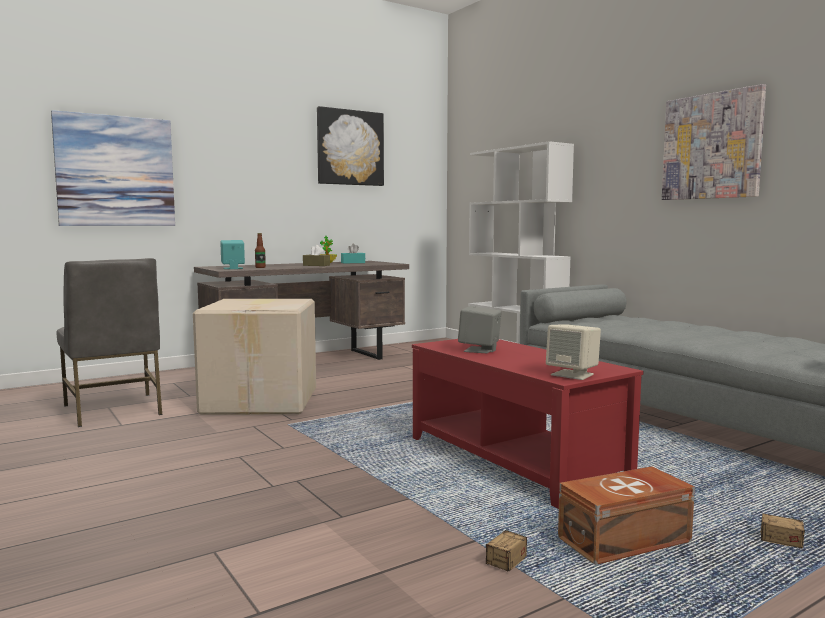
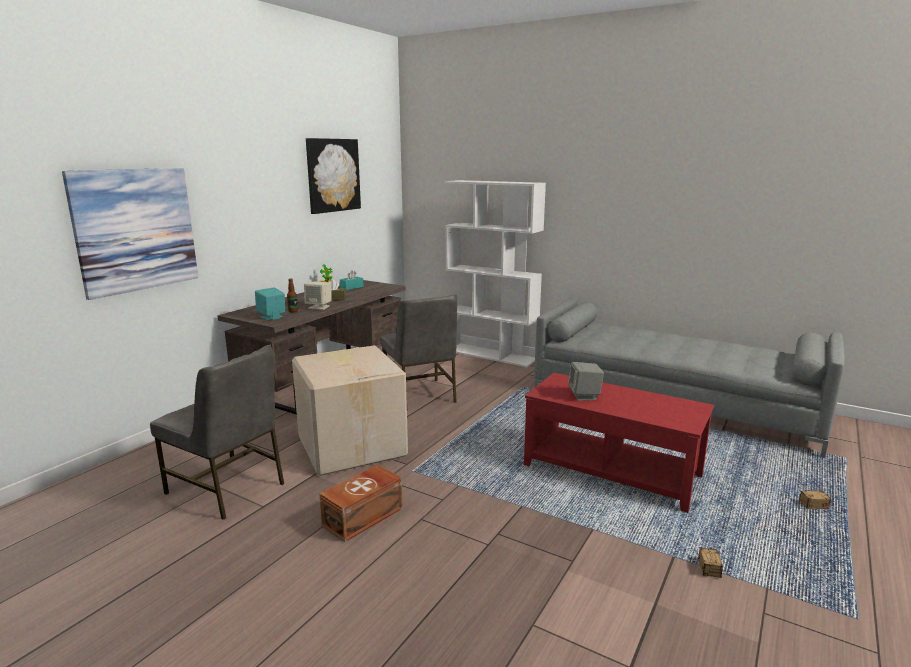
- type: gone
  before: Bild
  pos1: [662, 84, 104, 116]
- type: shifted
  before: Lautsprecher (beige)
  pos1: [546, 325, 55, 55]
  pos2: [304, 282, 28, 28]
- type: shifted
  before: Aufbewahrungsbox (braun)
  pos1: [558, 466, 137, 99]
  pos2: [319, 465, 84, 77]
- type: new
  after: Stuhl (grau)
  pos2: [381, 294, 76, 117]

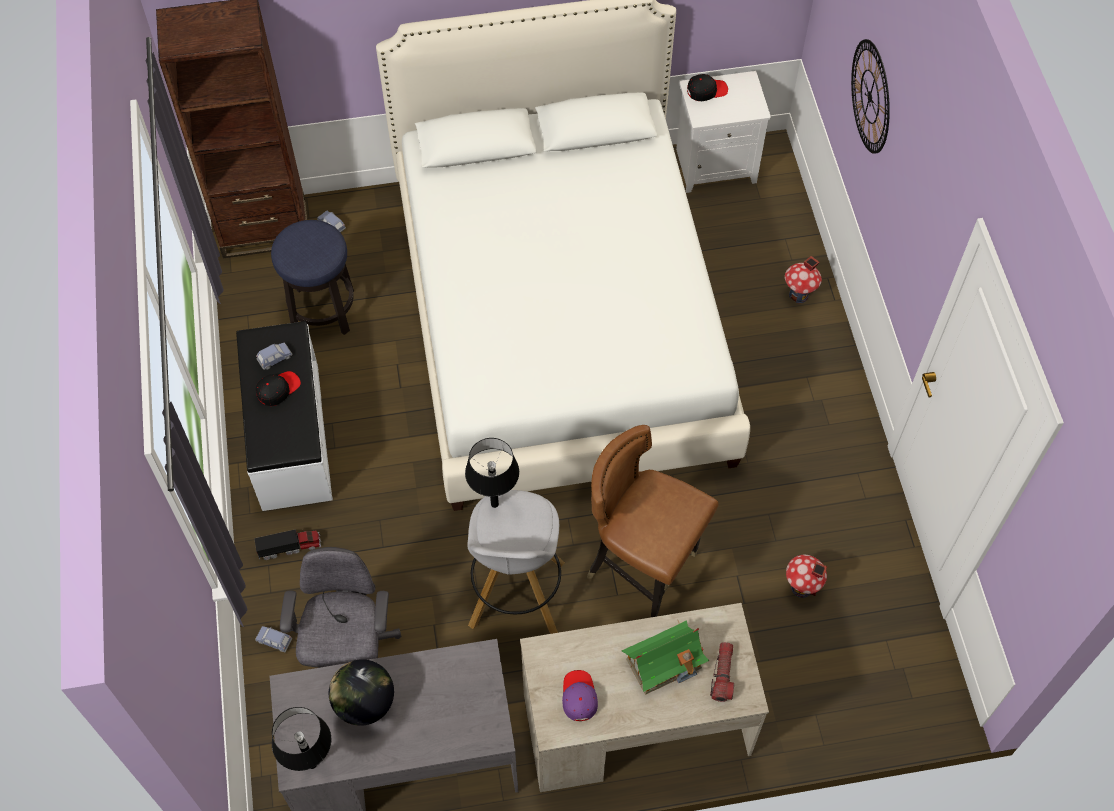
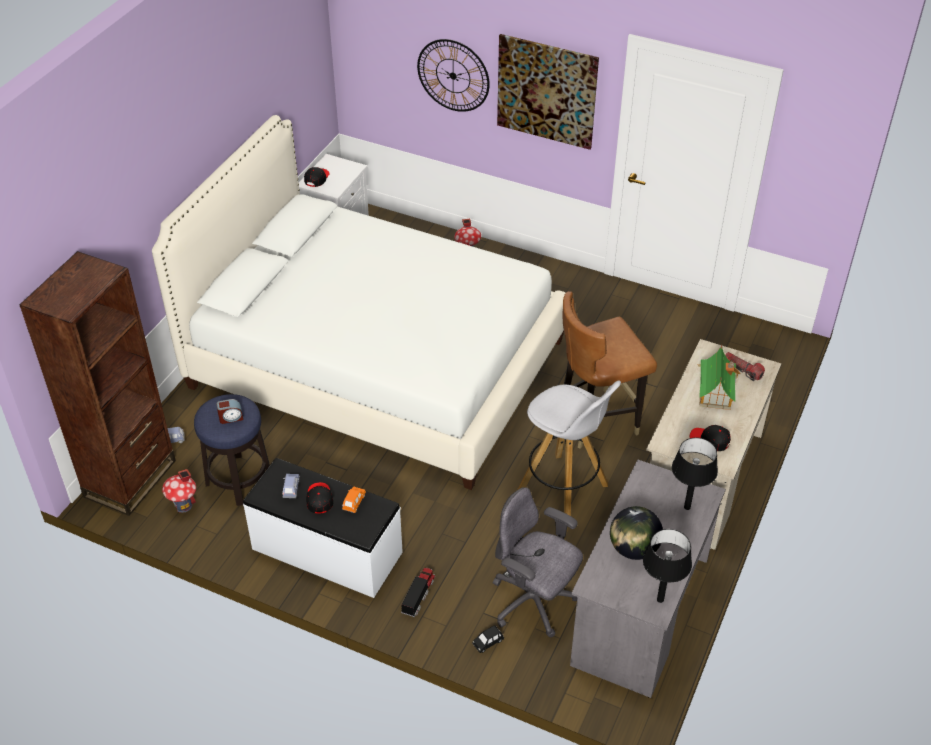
- type: shifted
  before: Tischlampe (schwarz)
  pos1: [465, 438, 54, 70]
  pos2: [672, 437, 46, 73]
- type: shifted
  before: Spielzeughaus
  pos1: [786, 555, 41, 43]
  pos2: [162, 469, 34, 44]
- type: repainted
  before: Spielzeugauto (blau)
  after: Spielzeugauto (schwarz)
  pos1: [255, 626, 37, 26]
  pos2: [472, 625, 32, 28]
- type: repainted
  before: Kappe (lila)
  after: Kappe (schwarz)
  pos1: [562, 670, 36, 51]
  pos2: [690, 425, 41, 26]
- type: new
  after: Bild
  pos2: [497, 34, 102, 116]
- type: new
  after: Wecker
  pos2: [216, 399, 27, 25]
- type: new
  after: Spielzeugauto (orange)
  pos2: [342, 487, 24, 26]

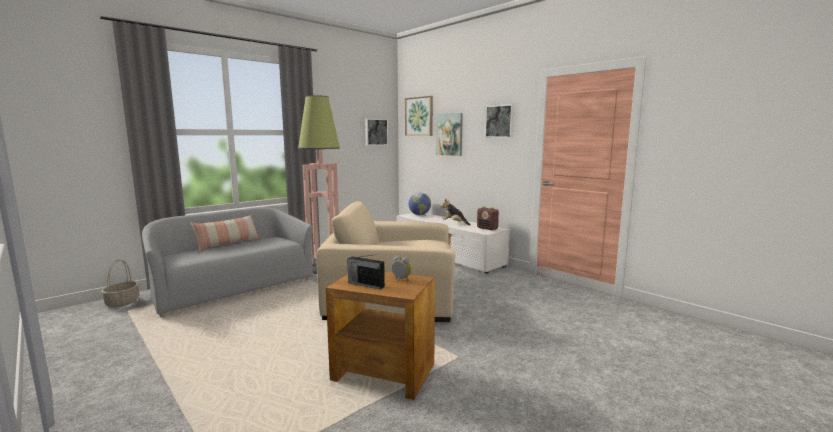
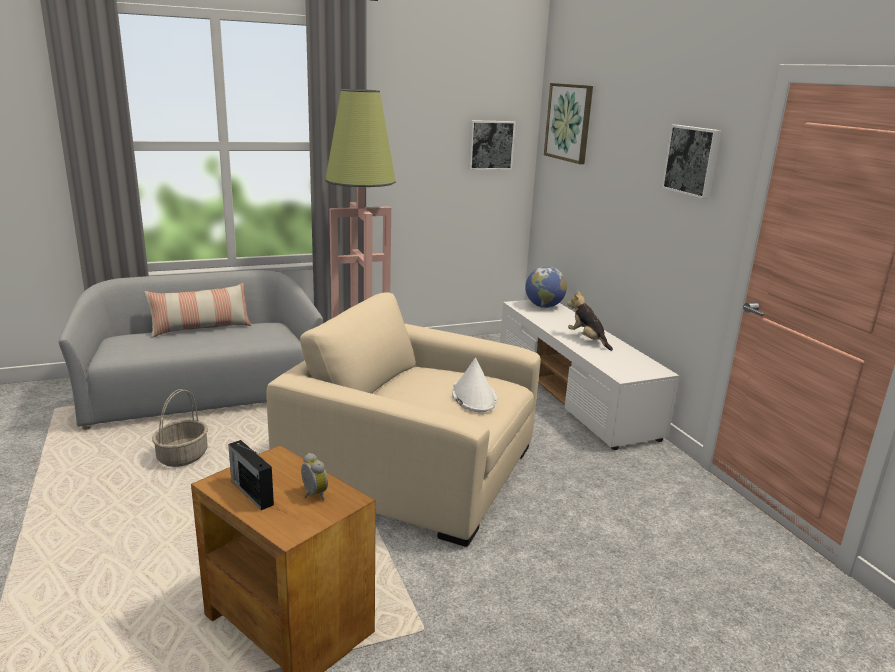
- type: gone
  before: Bild
  pos1: [436, 113, 27, 43]
- type: gone
  before: Radio
  pos1: [477, 206, 22, 24]
- type: shifted
  before: Korb
  pos1: [101, 260, 38, 47]
  pos2: [152, 389, 56, 78]
- type: new
  after: Hut (weiß)
  pos2: [452, 358, 45, 54]

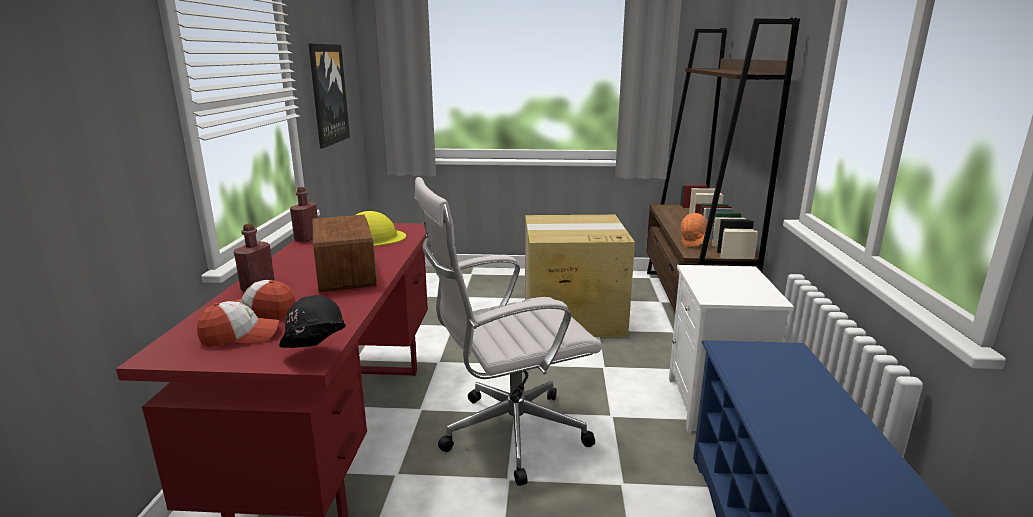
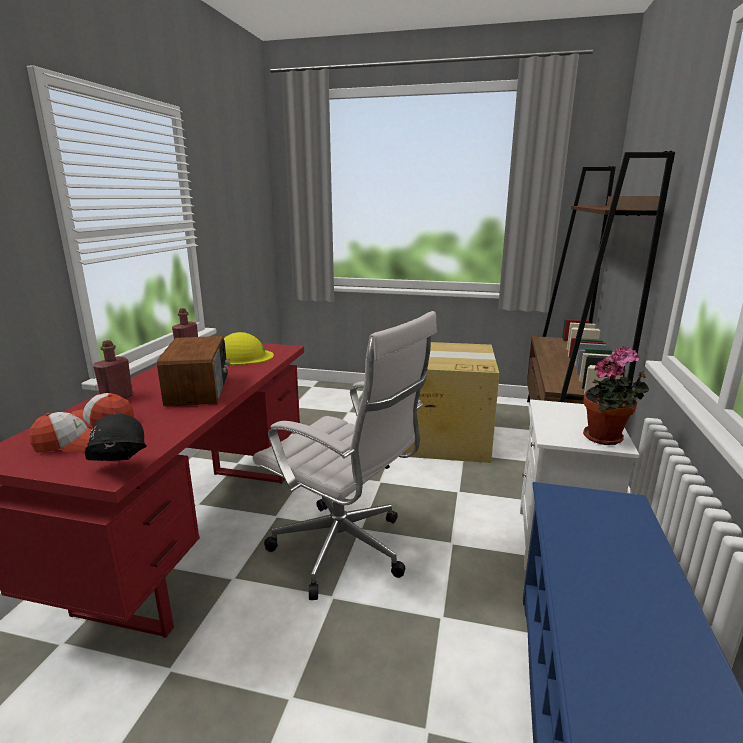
- type: gone
  before: Bild
  pos1: [308, 44, 42, 105]
- type: rotated
  before: Bürostuhl (weiß)
  pos1: [414, 177, 188, 309]
  pos2: [253, 311, 184, 289]
  turn: -135
- type: gone
  before: Schutzhelm (orange)
  pos1: [681, 213, 27, 34]
- type: new
  after: Topfpflanze
  pos2: [583, 346, 66, 99]

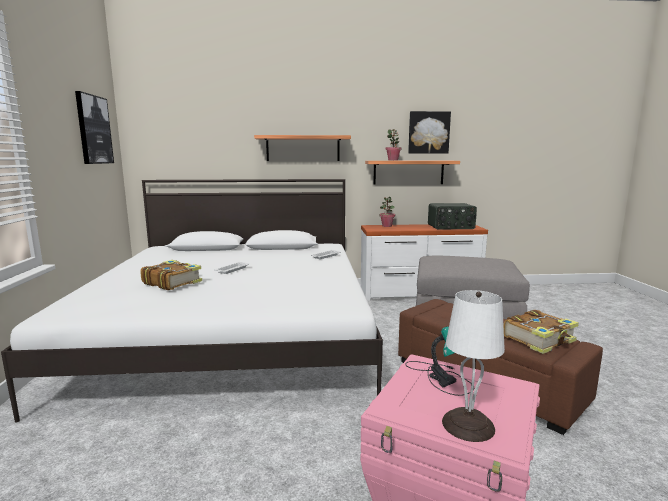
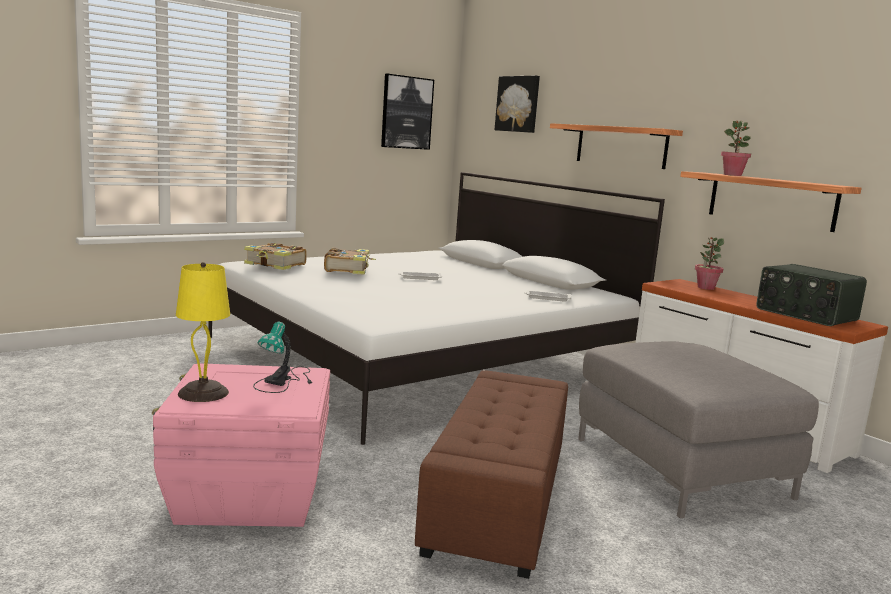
- type: shifted
  before: Bild
  pos1: [408, 111, 43, 43]
  pos2: [495, 76, 45, 57]
- type: repainted
  before: Tischlampe (weiß)
  after: Tischlampe (gelb)
  pos1: [442, 290, 63, 152]
  pos2: [176, 262, 54, 140]
- type: shifted
  before: Buch
  pos1: [503, 310, 76, 44]
  pos2: [244, 243, 63, 27]

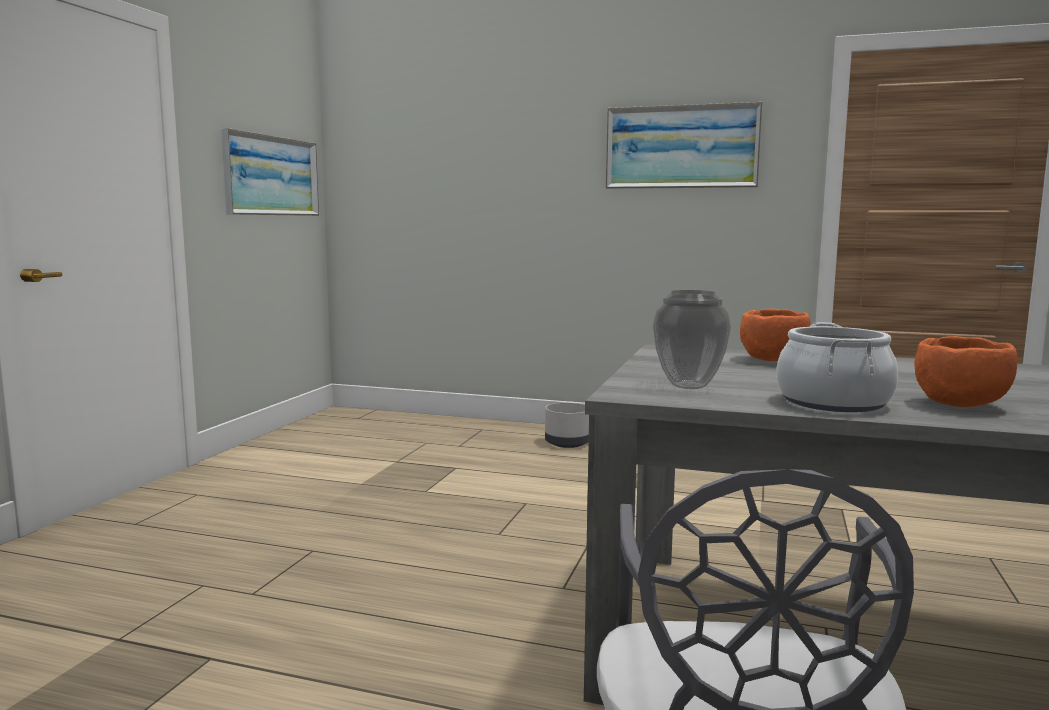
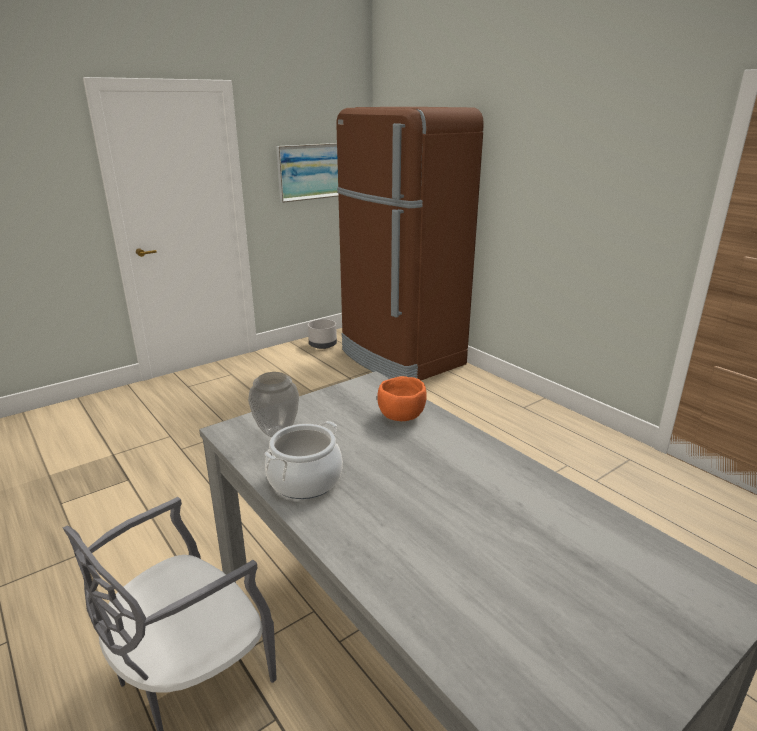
- type: gone
  before: Bild
  pos1: [606, 102, 157, 87]
- type: gone
  before: Schüssel (orange)
  pos1: [914, 336, 103, 71]
- type: shifted
  before: Pflanzkübel (grau)
  pos1: [545, 403, 44, 45]
  pos2: [308, 319, 29, 30]
- type: new
  after: Kühlschrank (braun)
  pos2: [336, 107, 148, 273]

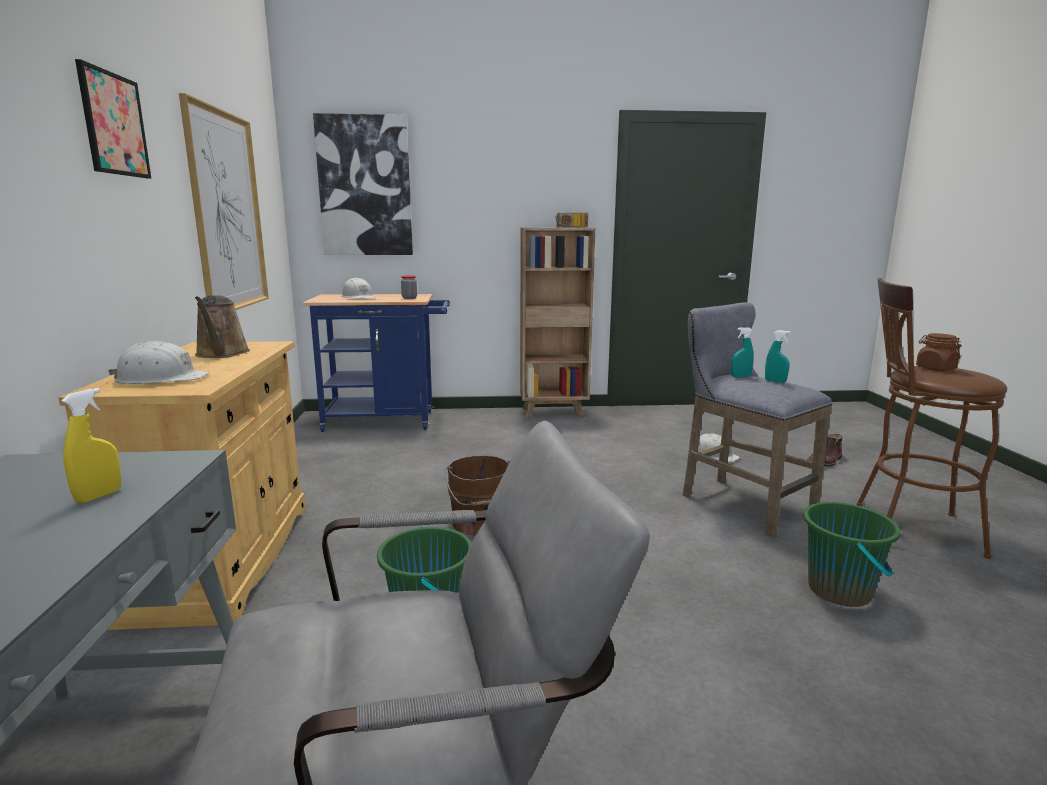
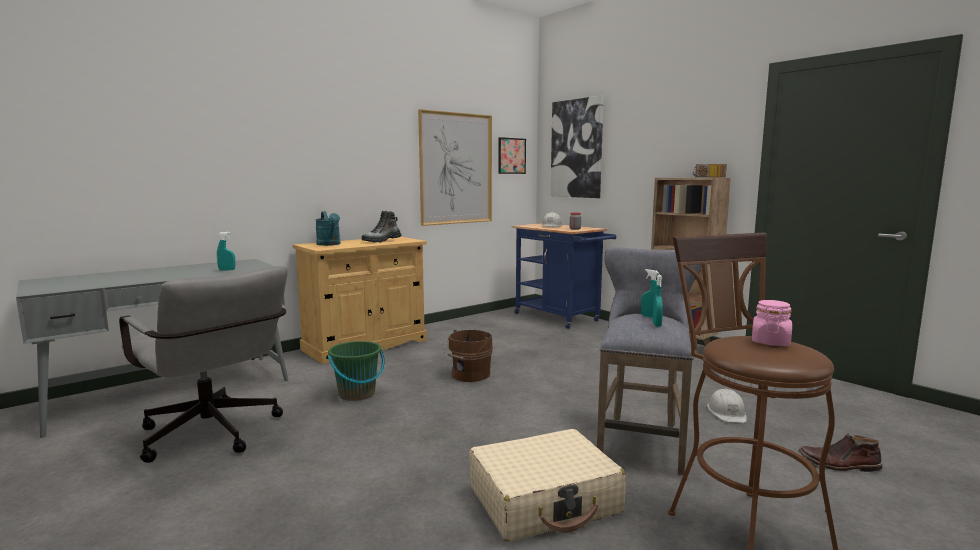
- type: shifted
  before: Bild
  pos1: [75, 59, 76, 120]
  pos2: [499, 137, 27, 37]
- type: swapped
  before: Gießkanne (braun)
  after: Stiefel
  pos1: [195, 295, 55, 63]
  pos2: [361, 211, 41, 31]
- type: repainted
  before: Vorratsglas (braun)
  after: Vorratsglas (rosa)
  pos1: [916, 333, 45, 38]
  pos2: [752, 300, 40, 46]
- type: swapped
  before: Schutzhelm (weiß)
  after: Gießkanne (türkis)
  pos1: [108, 341, 102, 43]
  pos2: [315, 211, 26, 35]
- type: repainted
  before: Sprühflasche (gelb)
  after: Sprühflasche (türkis)
  pos1: [61, 388, 60, 116]
  pos2: [217, 232, 18, 39]
- type: swapped
  before: Eimer (grün)
  after: Koffer (beige)
  pos1: [803, 502, 98, 105]
  pos2: [469, 429, 157, 113]

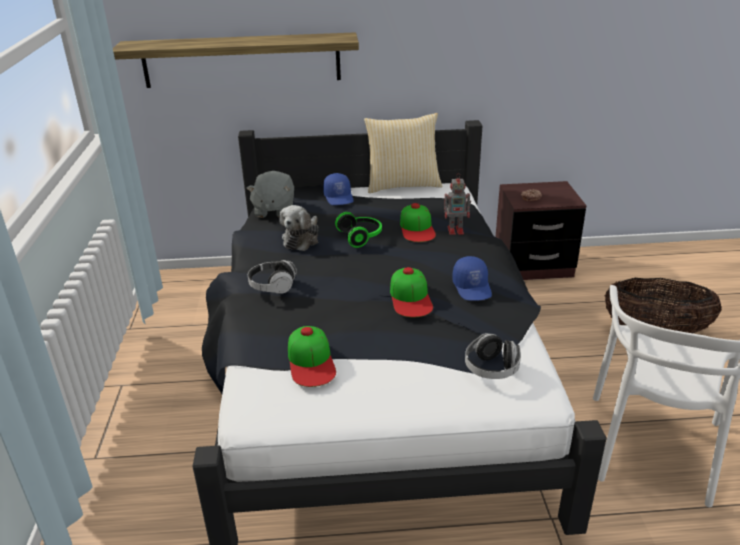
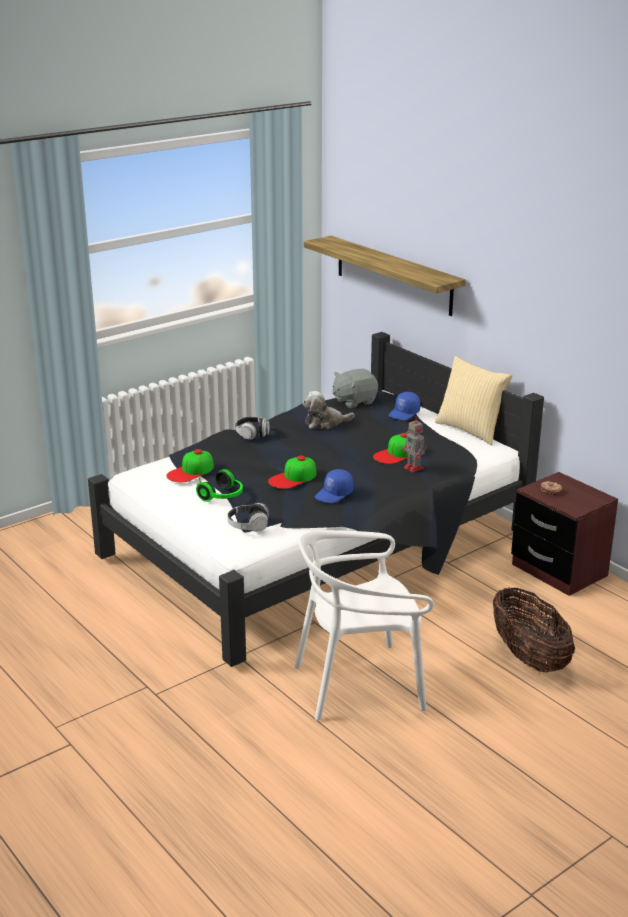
- type: shifted
  before: Kopfhörer
  pos1: [335, 212, 47, 36]
  pos2: [196, 469, 47, 33]

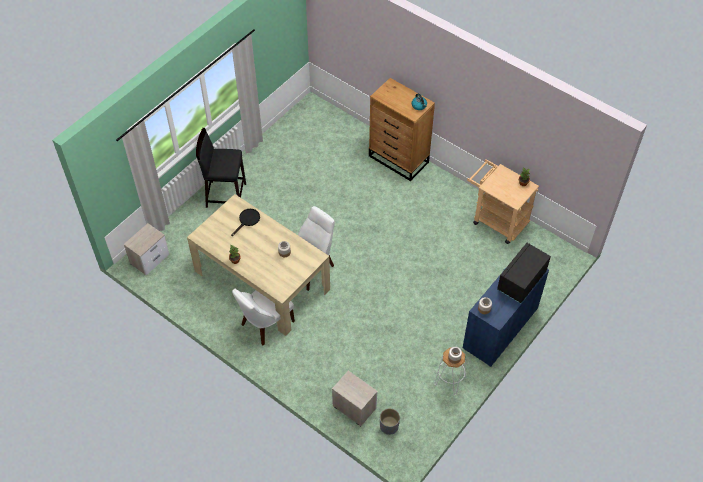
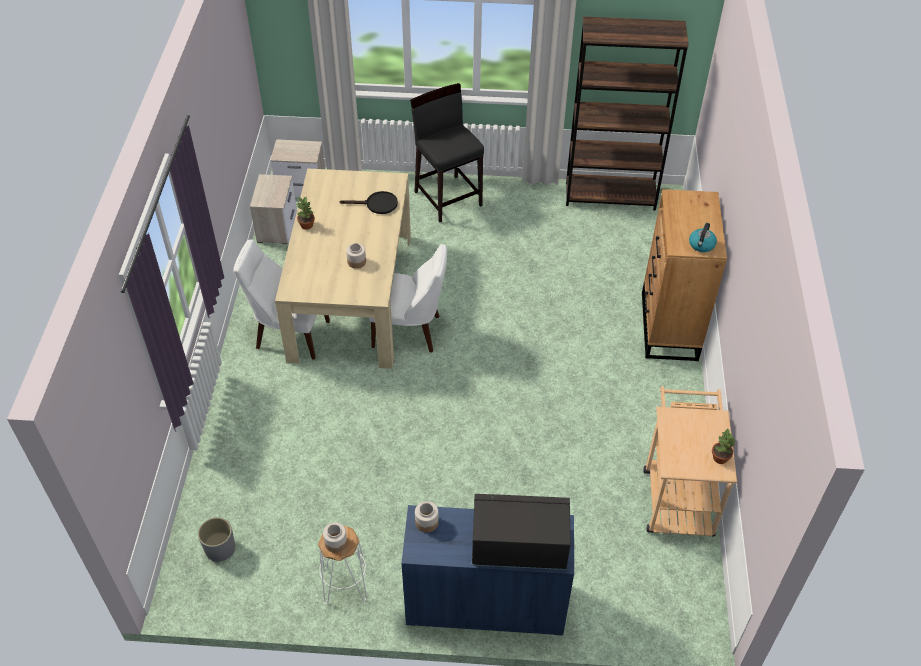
- type: shifted
  before: Nachttisch
  pos1: [332, 371, 46, 55]
  pos2: [250, 174, 47, 70]
- type: new
  after: Bücherregal (braun)
  pos2: [566, 16, 123, 195]

